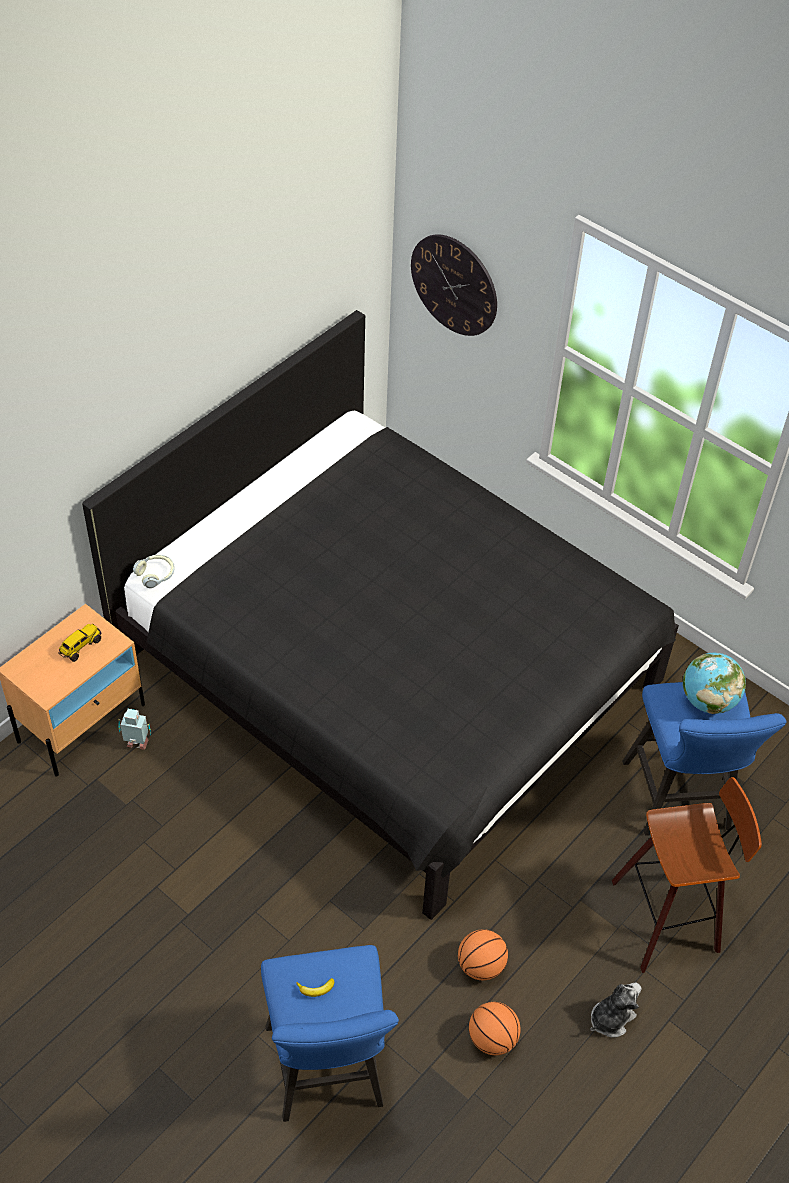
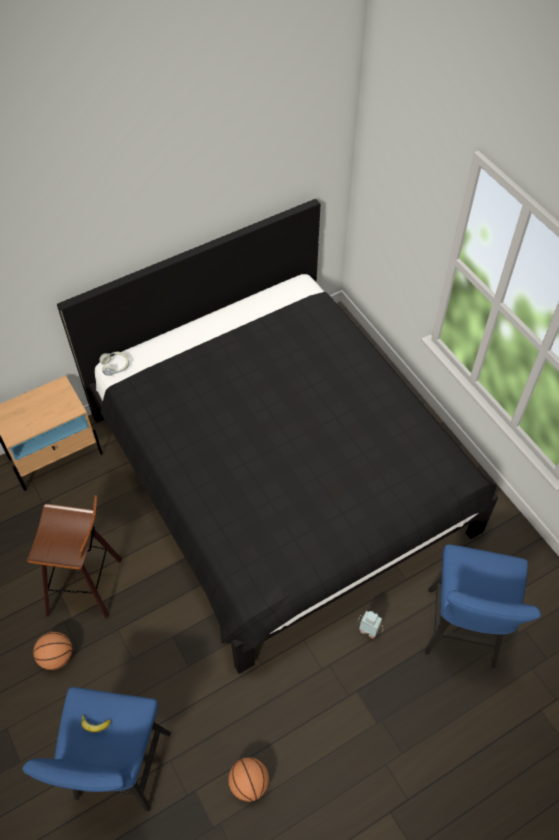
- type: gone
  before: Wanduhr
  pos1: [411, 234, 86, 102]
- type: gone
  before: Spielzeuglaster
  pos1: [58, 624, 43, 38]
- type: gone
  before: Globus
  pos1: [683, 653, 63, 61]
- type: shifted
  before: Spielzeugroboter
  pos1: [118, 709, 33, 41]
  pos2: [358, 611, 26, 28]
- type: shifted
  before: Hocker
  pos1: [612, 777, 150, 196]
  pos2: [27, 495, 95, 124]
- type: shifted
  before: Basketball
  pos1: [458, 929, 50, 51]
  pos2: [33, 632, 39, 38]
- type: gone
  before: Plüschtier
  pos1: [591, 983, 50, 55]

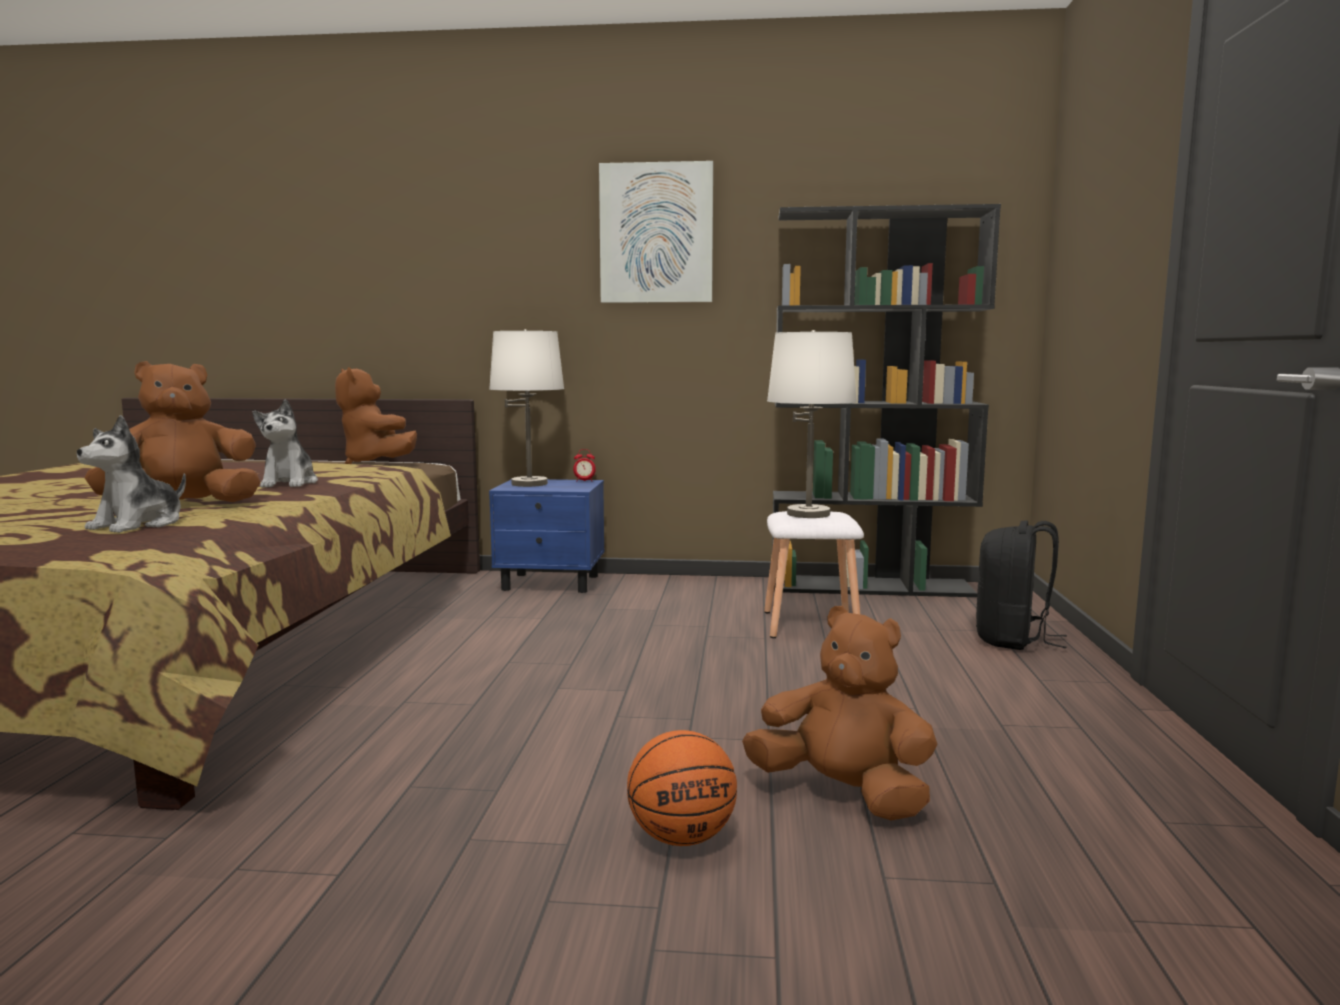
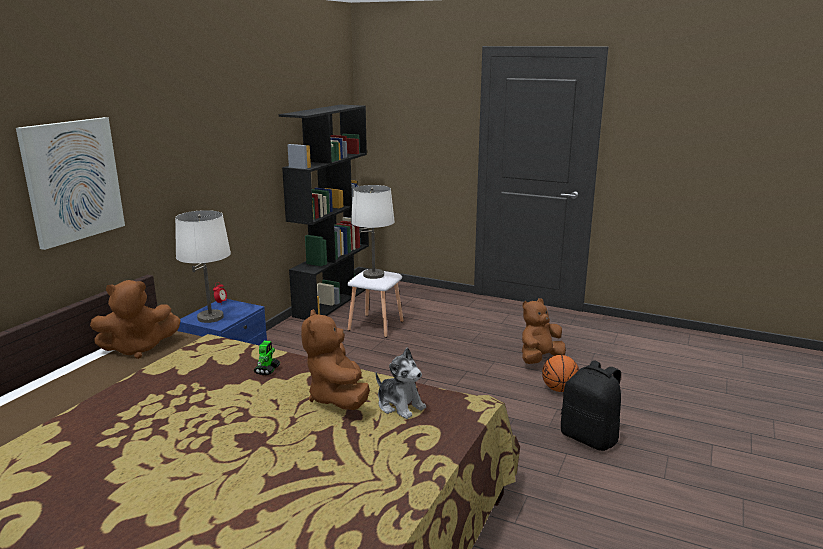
- type: shifted
  before: Bild
  pos1: [599, 161, 114, 142]
  pos2: [16, 117, 109, 133]
- type: swapped
  before: Plüschtier
  after: Spielzeugroboter
  pos1: [252, 399, 66, 89]
  pos2: [253, 341, 27, 34]
- type: shifted
  before: Rucksack (schwarz)
  pos1: [976, 520, 91, 130]
  pos2: [561, 360, 60, 91]

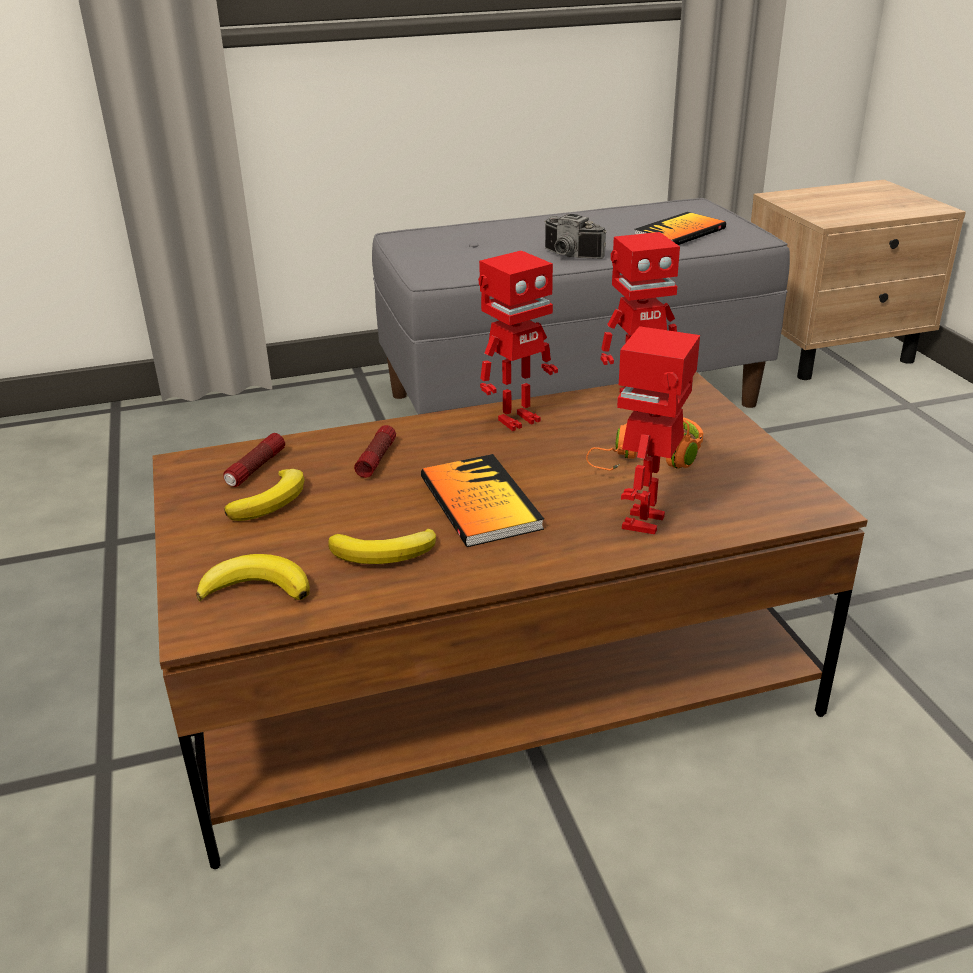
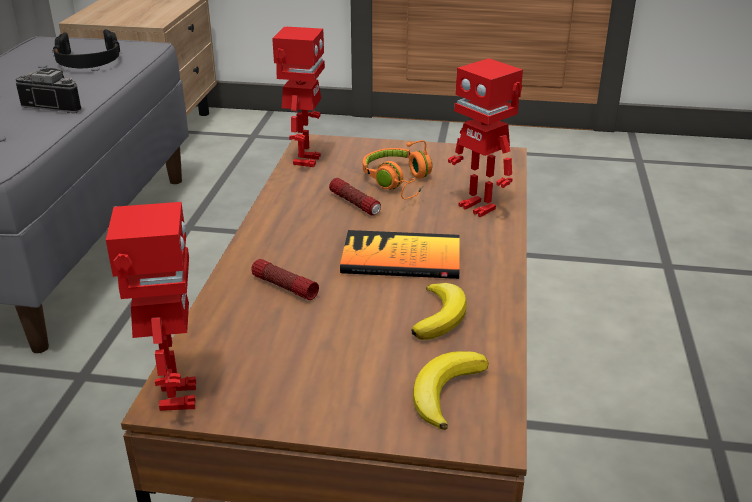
- type: swapped
  before: Buch
  after: Kopfhörer (schwarz)
  pos1: [634, 212, 92, 33]
  pos2: [52, 29, 68, 39]
- type: rotated
  before: Kamera
  pos1: [545, 214, 61, 45]
  pos2: [15, 68, 67, 46]
  turn: -135
- type: shifted
  before: Spielzeugroboter
  pos1: [478, 250, 80, 181]
  pos2: [106, 202, 90, 209]
- type: shifted
  before: Taschenlampe
  pos1: [223, 433, 62, 54]
  pos2: [329, 178, 52, 38]
- type: gone
  before: Banane
  pos1: [224, 469, 80, 52]

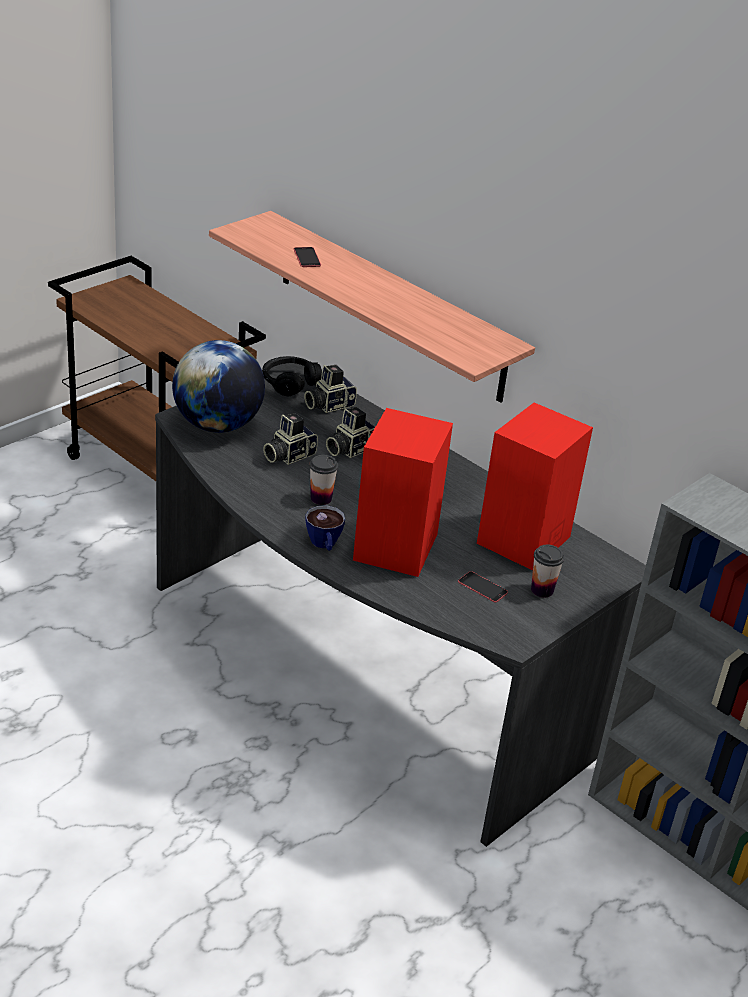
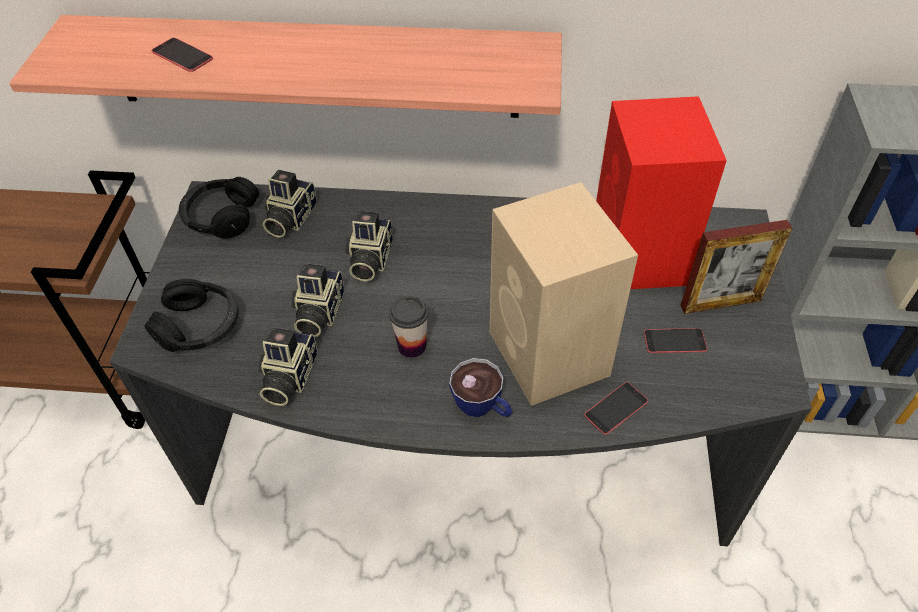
- type: swapped
  before: Globus
  after: Kopfhörer (schwarz)
  pos1: [172, 340, 93, 93]
  pos2: [145, 279, 94, 73]
- type: repainted
  before: Lautsprecher (rot)
  after: Lautsprecher (beige)
  pos1: [353, 408, 100, 169]
  pos2: [490, 182, 148, 224]
- type: swapped
  before: Tasse
  after: Bilderrahmen
  pos1: [531, 545, 34, 53]
  pos2: [681, 220, 111, 94]
- type: new
  after: Kamera
  pos2: [259, 327, 58, 79]
- type: new
  after: Handy
  pos2: [584, 382, 64, 53]

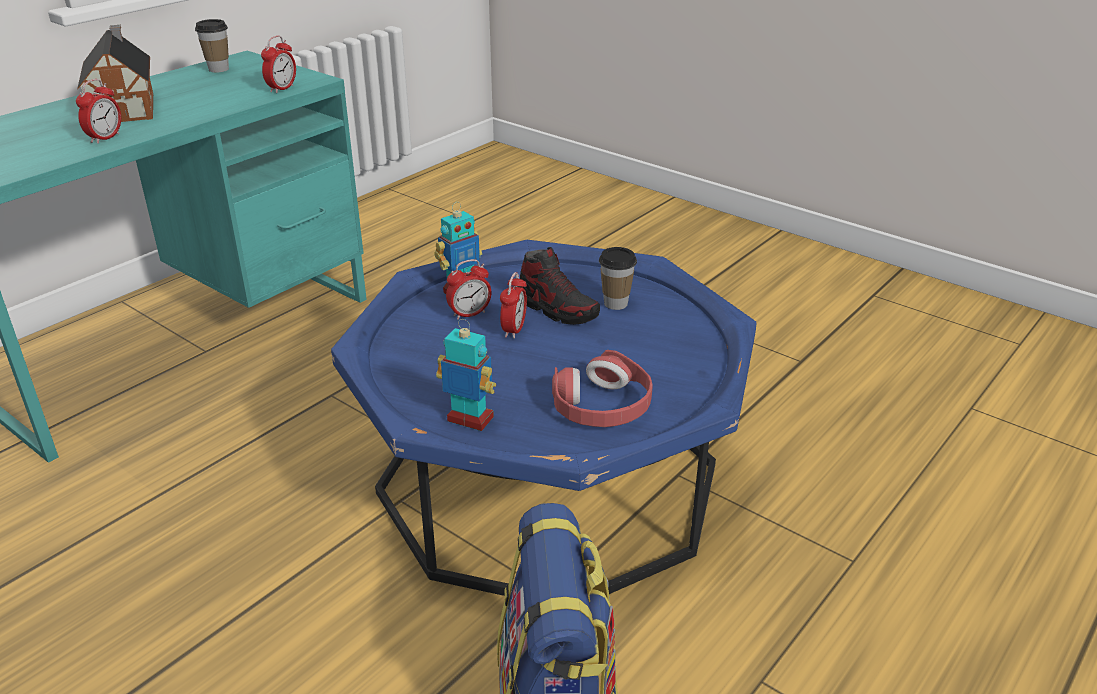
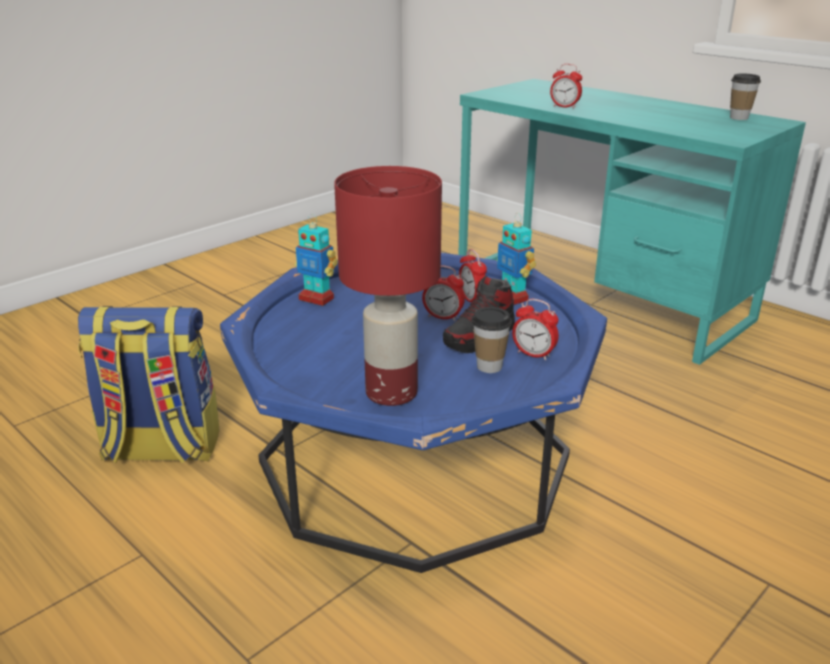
- type: gone
  before: Spielzeughaus
  pos1: [77, 25, 76, 97]
- type: shifted
  before: Wecker
  pos1: [261, 36, 35, 57]
  pos2: [512, 299, 47, 61]
- type: rotated
  before: Spielzeugroboter
  pos1: [436, 319, 60, 112]
  pos2: [295, 214, 43, 92]
  turn: 90
- type: gone
  before: Kopfhörer (rot)
  pos1: [552, 350, 101, 77]
- type: new
  after: Tischlampe (rot)
  pos2: [334, 166, 108, 240]

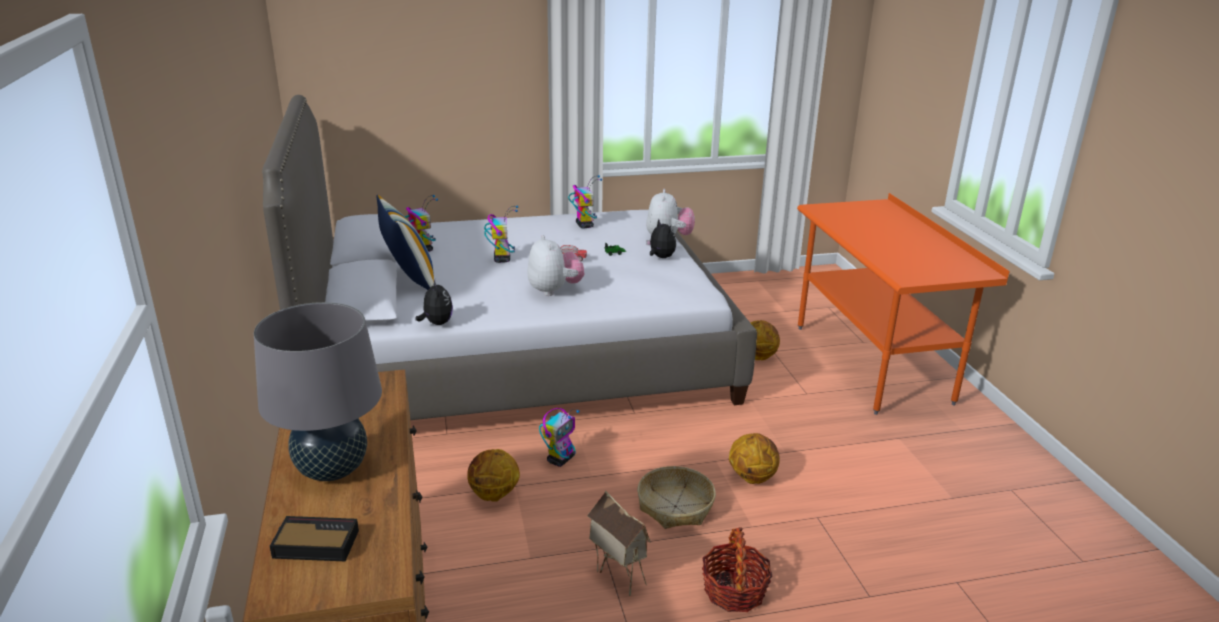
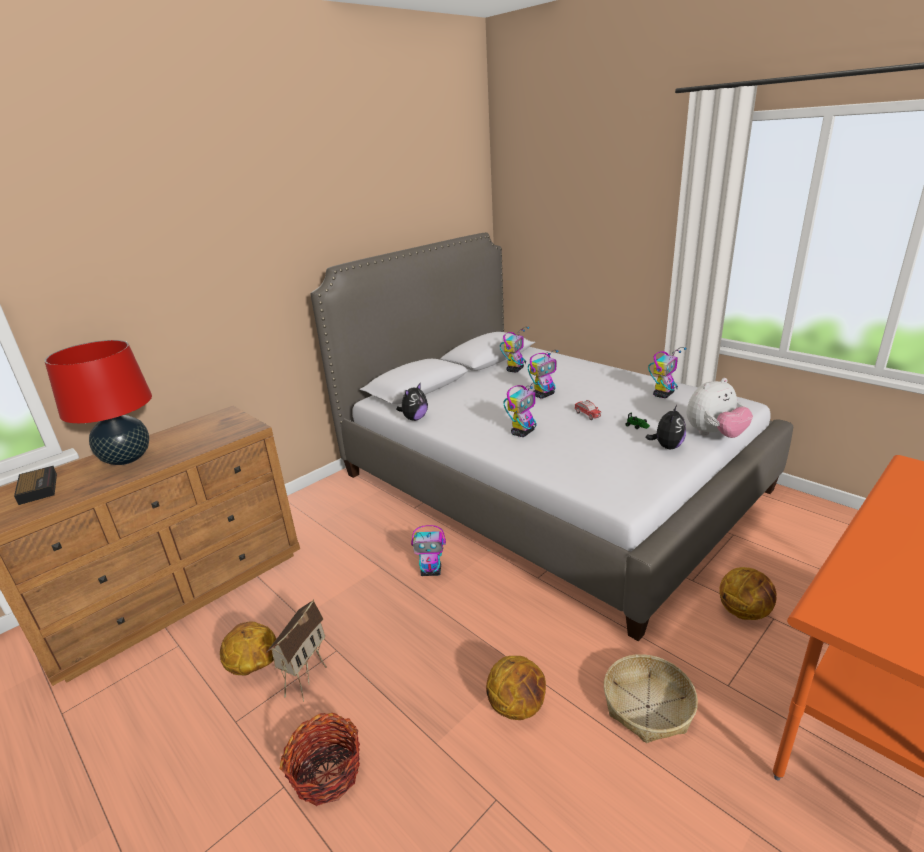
- type: gone
  before: Kissen
  pos1: [377, 195, 57, 95]
- type: swapped
  before: Plüschtier
  after: Spielzeugroboter
  pos1: [527, 235, 58, 61]
  pos2: [503, 382, 37, 55]
- type: repainted
  before: Tischlampe (grau)
  after: Tischlampe (rot)
  pos1: [254, 302, 128, 179]
  pos2: [44, 340, 108, 125]
- type: shifted
  before: Basketball
  pos1: [467, 449, 53, 53]
  pos2: [220, 621, 56, 55]
- type: shifted
  before: Korb
  pos1: [637, 466, 79, 63]
  pos2: [604, 654, 94, 89]

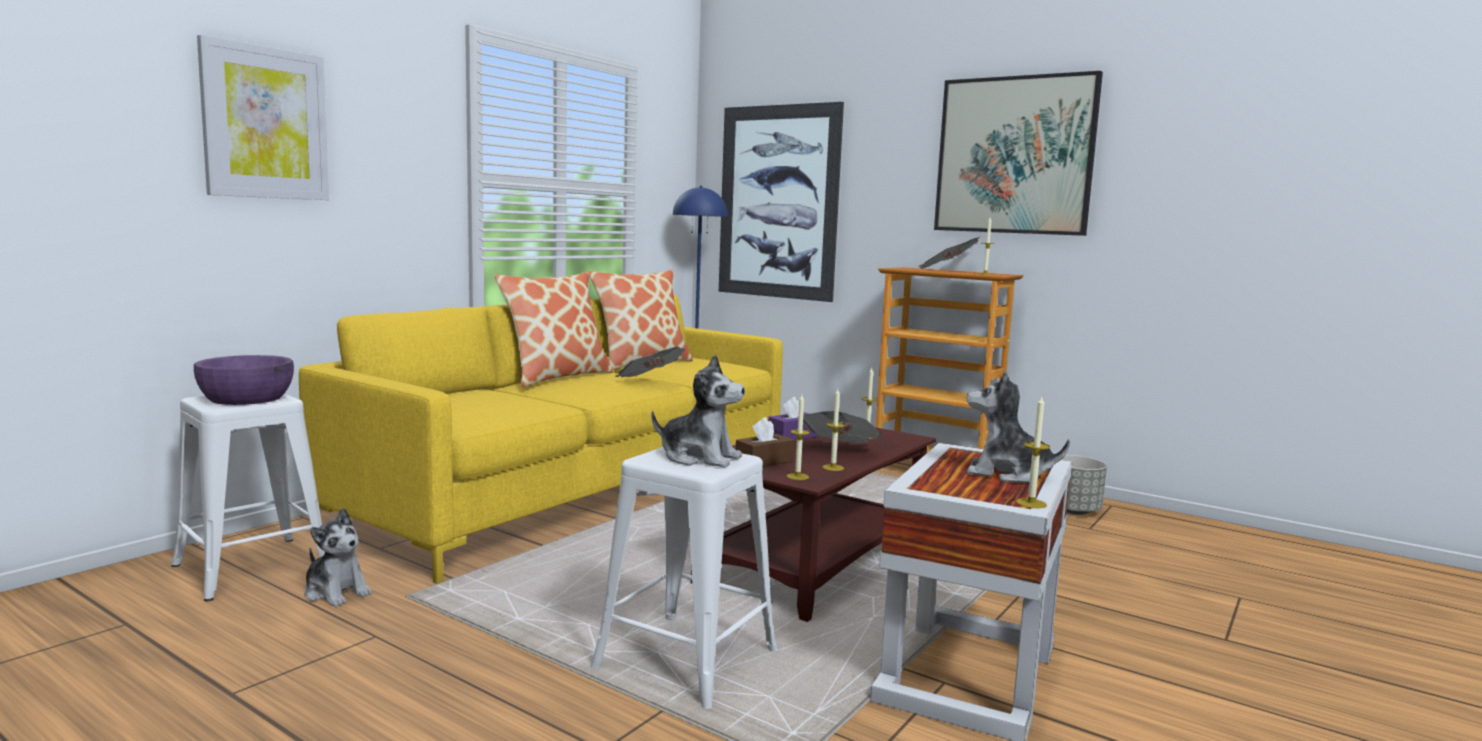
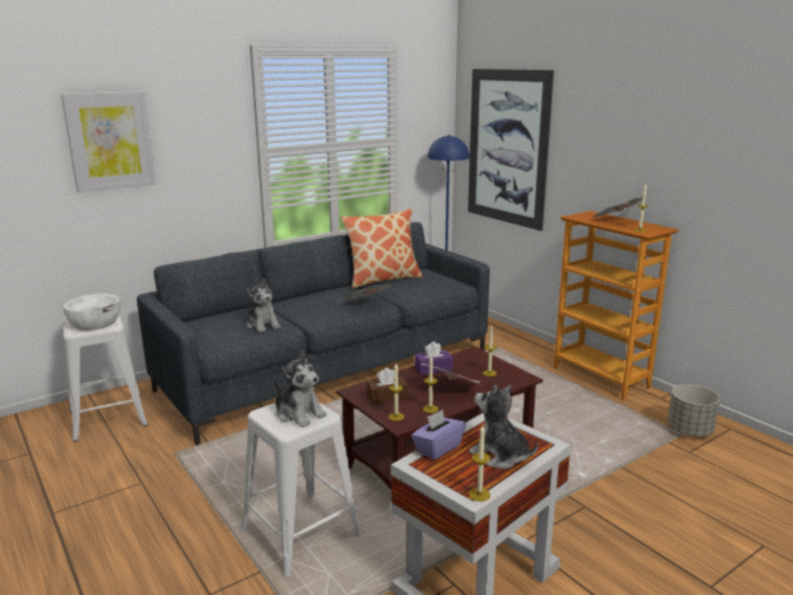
- type: gone
  before: Bild
  pos1: [934, 71, 169, 165]
- type: gone
  before: Kissen
  pos1: [495, 272, 118, 115]
- type: repainted
  before: Sofa (gelb)
  after: Sofa (grau)
  pos1: [299, 294, 484, 290]
  pos2: [137, 222, 353, 223]
- type: repainted
  before: Schüssel (lila)
  after: Schüssel (weiß)
  pos1: [194, 355, 100, 50]
  pos2: [63, 294, 58, 36]
- type: shifted
  before: Plüschtier
  pos1: [304, 508, 68, 99]
  pos2: [247, 279, 34, 54]
- type: new
  after: Taschentuchbox (lila)
  pos2: [411, 409, 55, 51]

